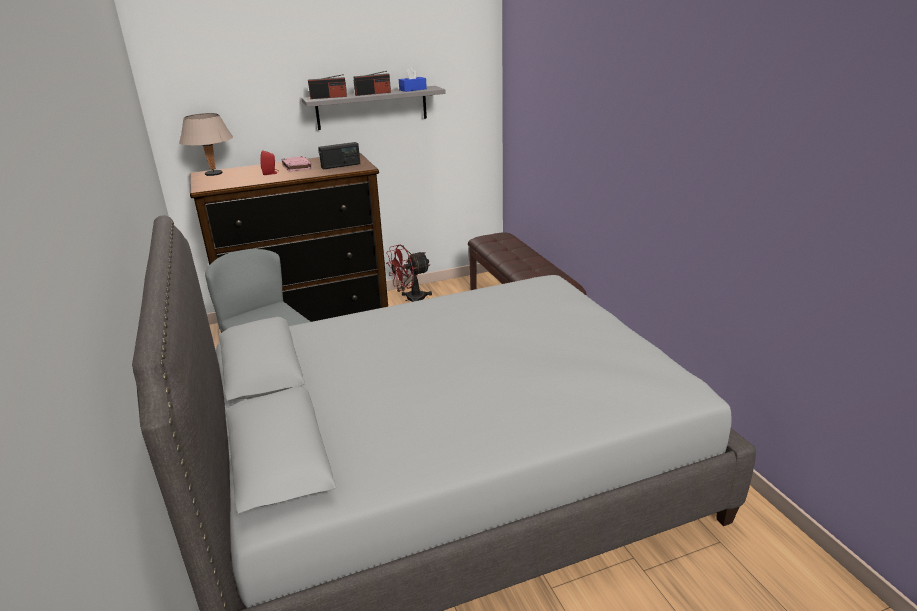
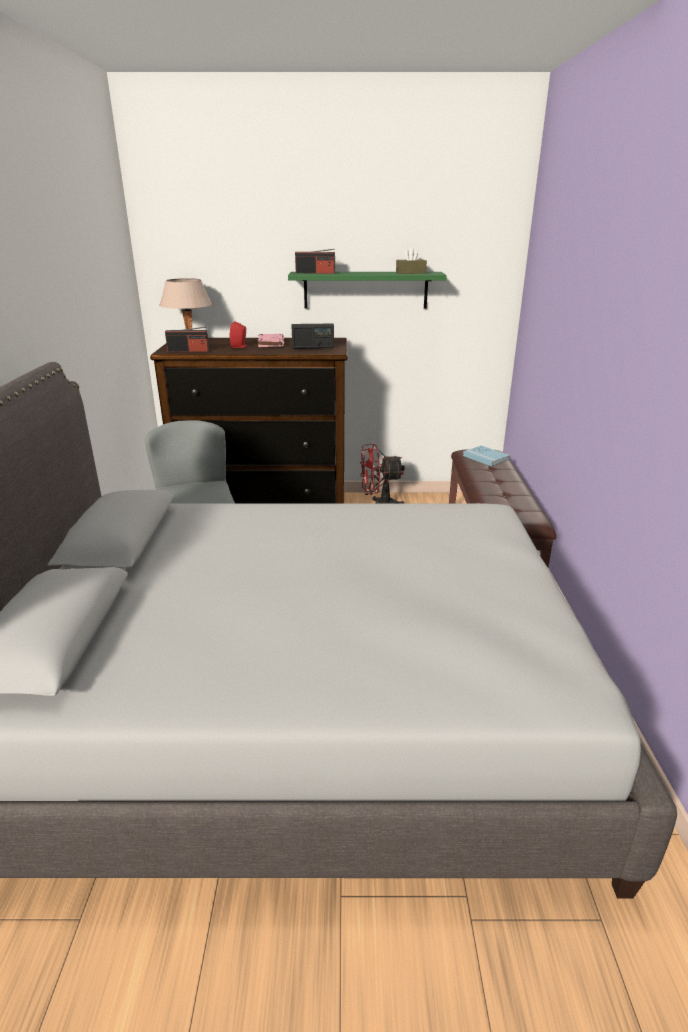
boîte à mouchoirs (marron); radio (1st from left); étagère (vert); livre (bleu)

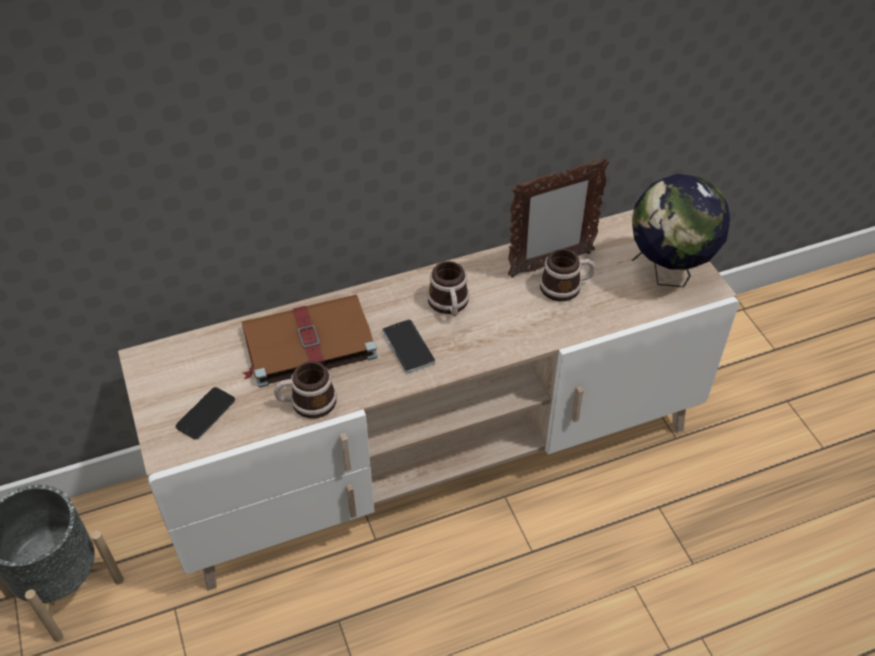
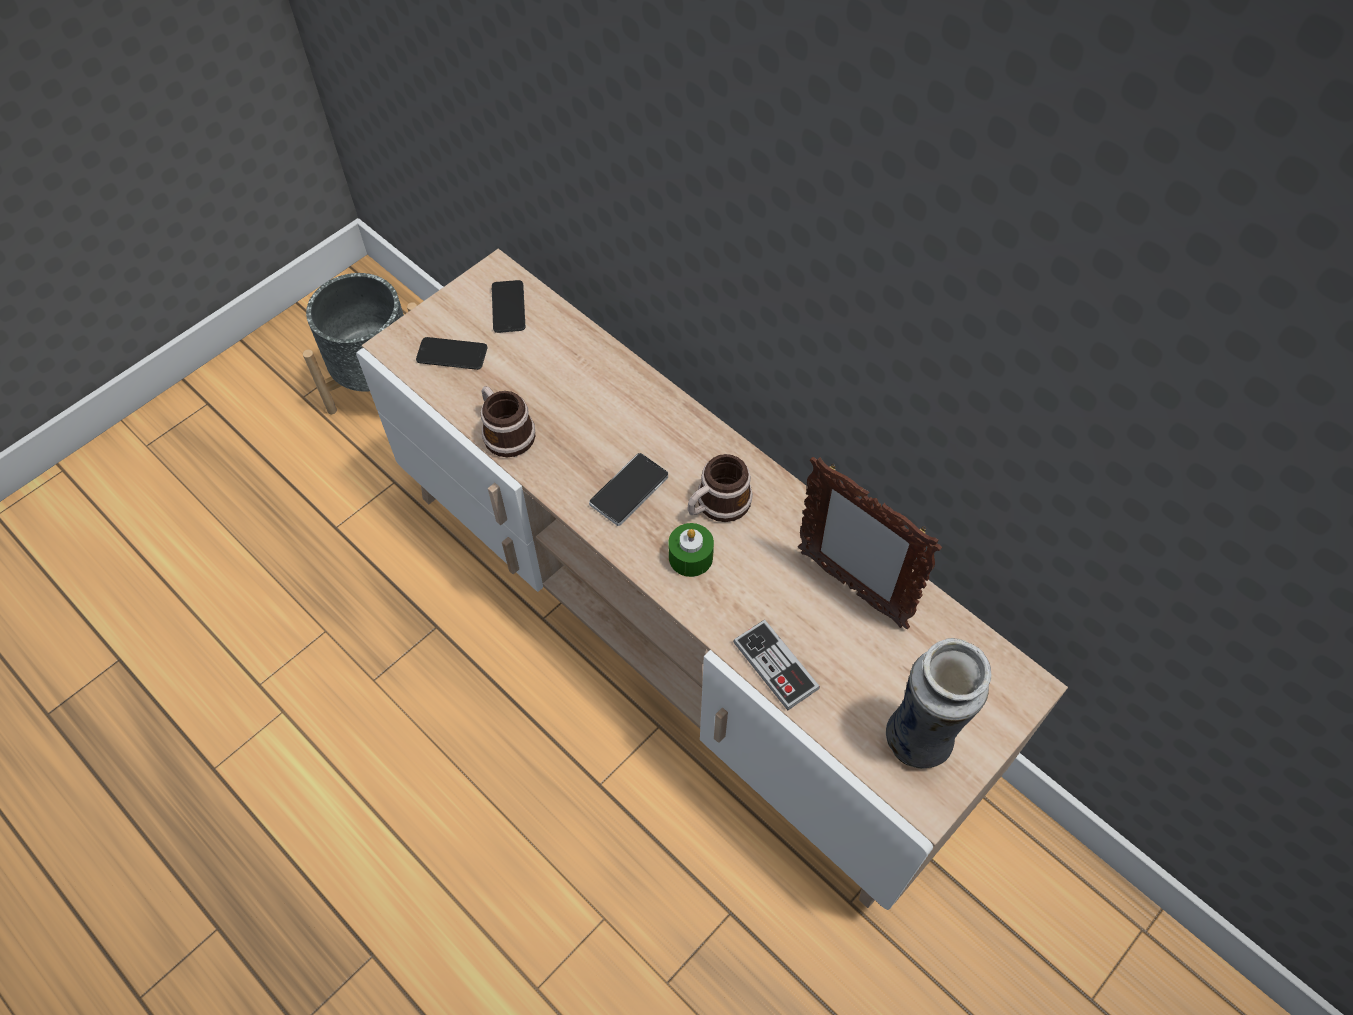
vase; mug (3rd from left in the first image); livre (marron); téléphone (2nd from left); bougie (vert); manette

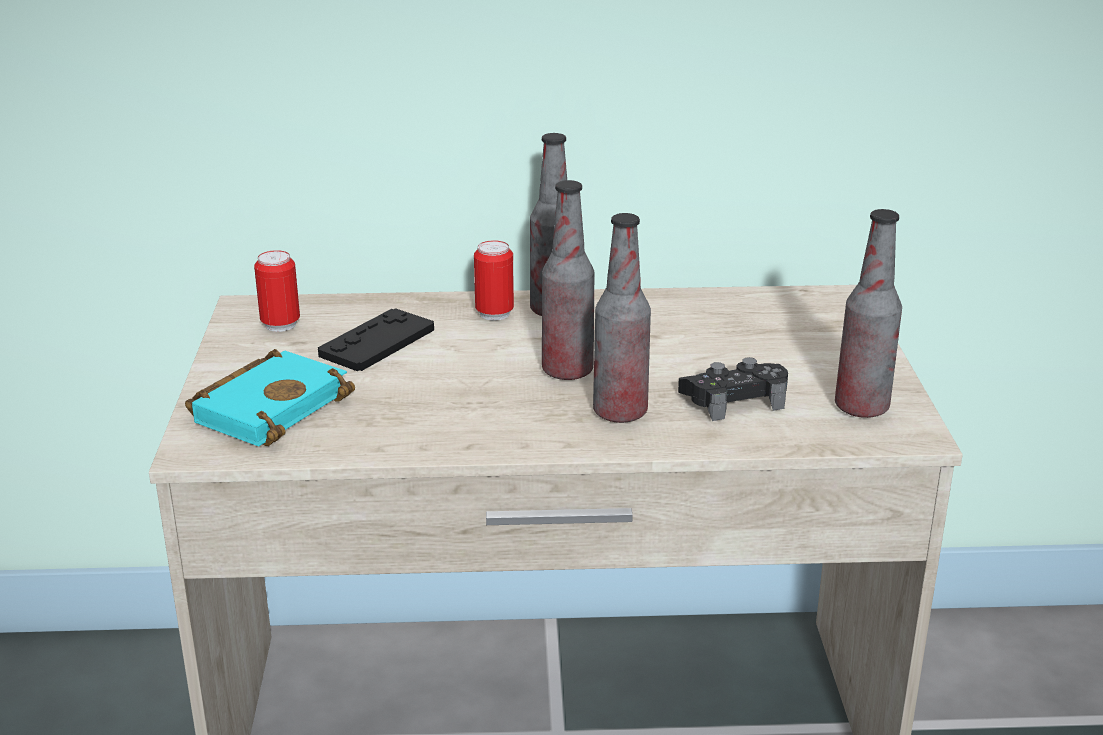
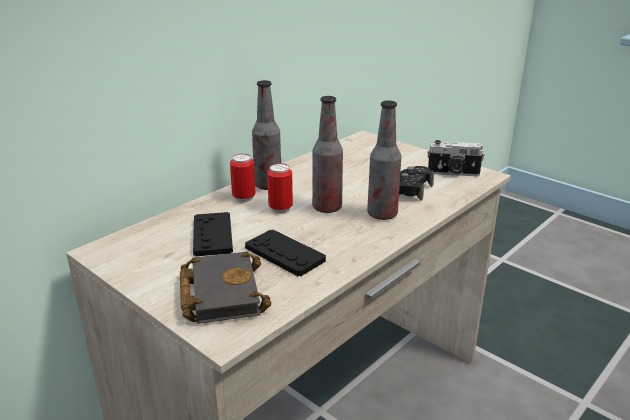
appareil photo; boîte métallique (2nd from left); livre (noir); manette (noir) (2nd from left)

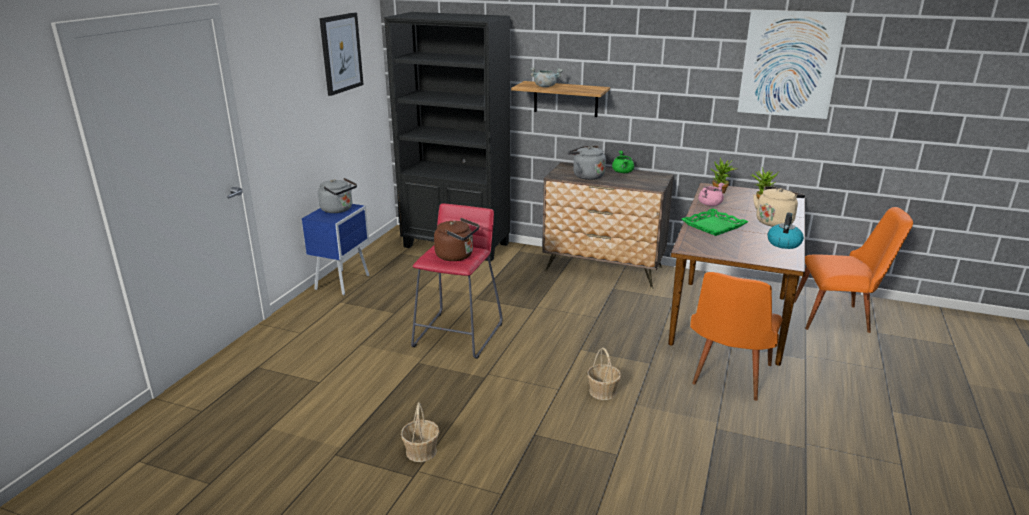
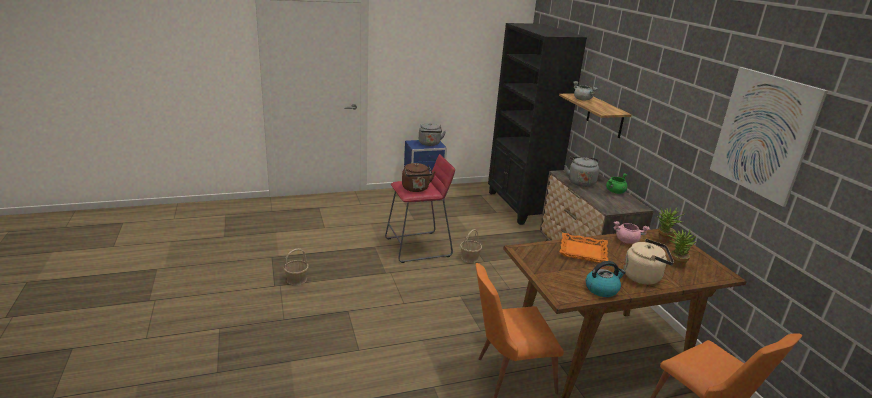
tableau (1st from left in the first image); plateau (orange); panier (2nd from left)

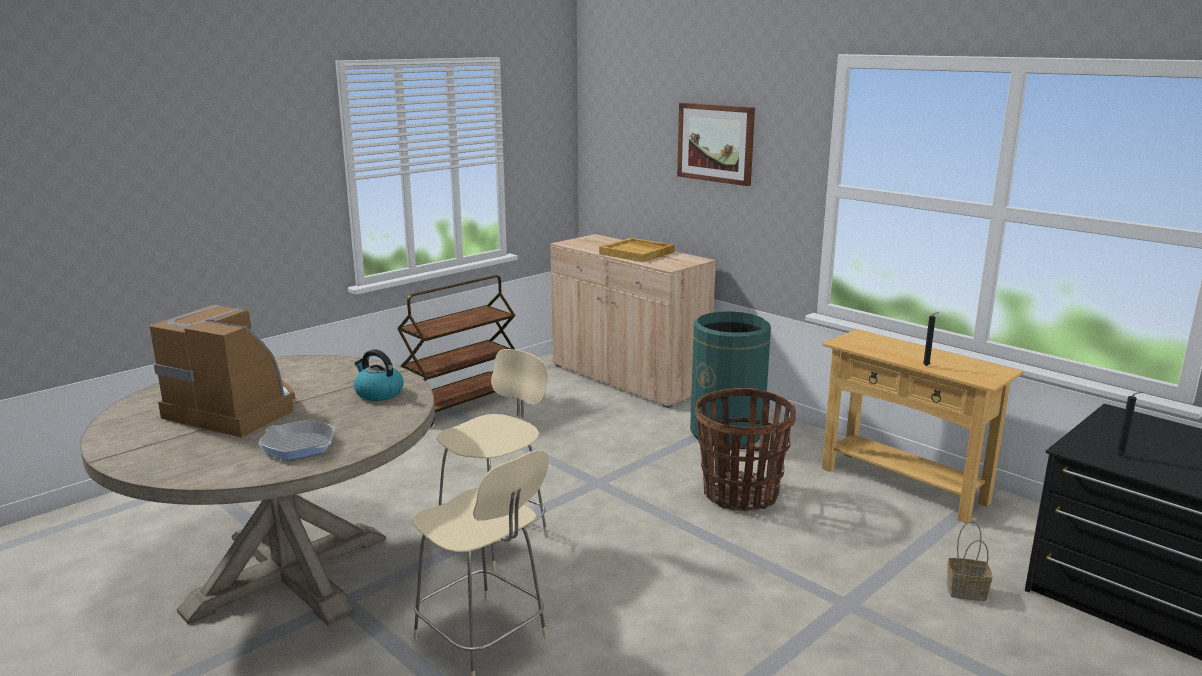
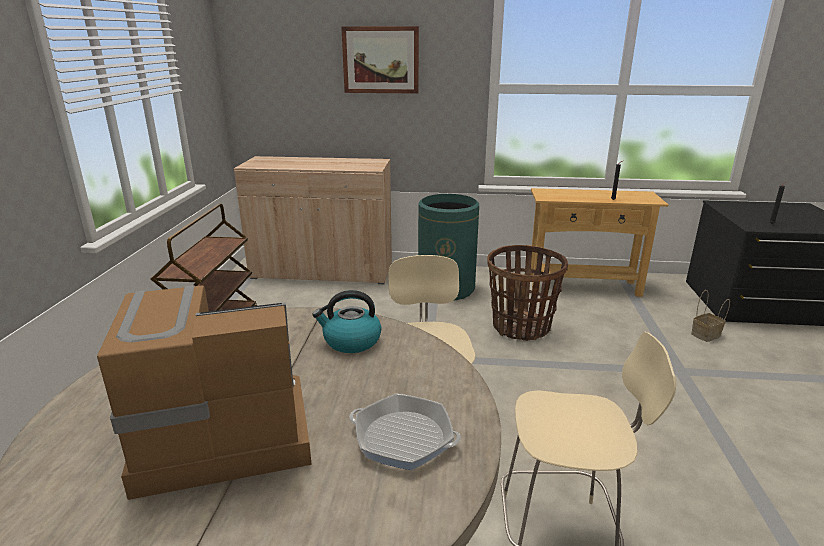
plateau (beige); poêle

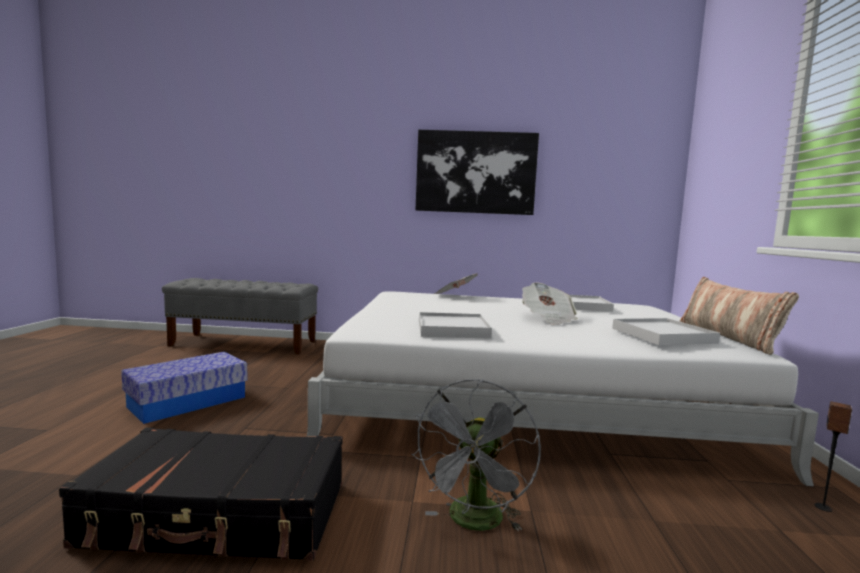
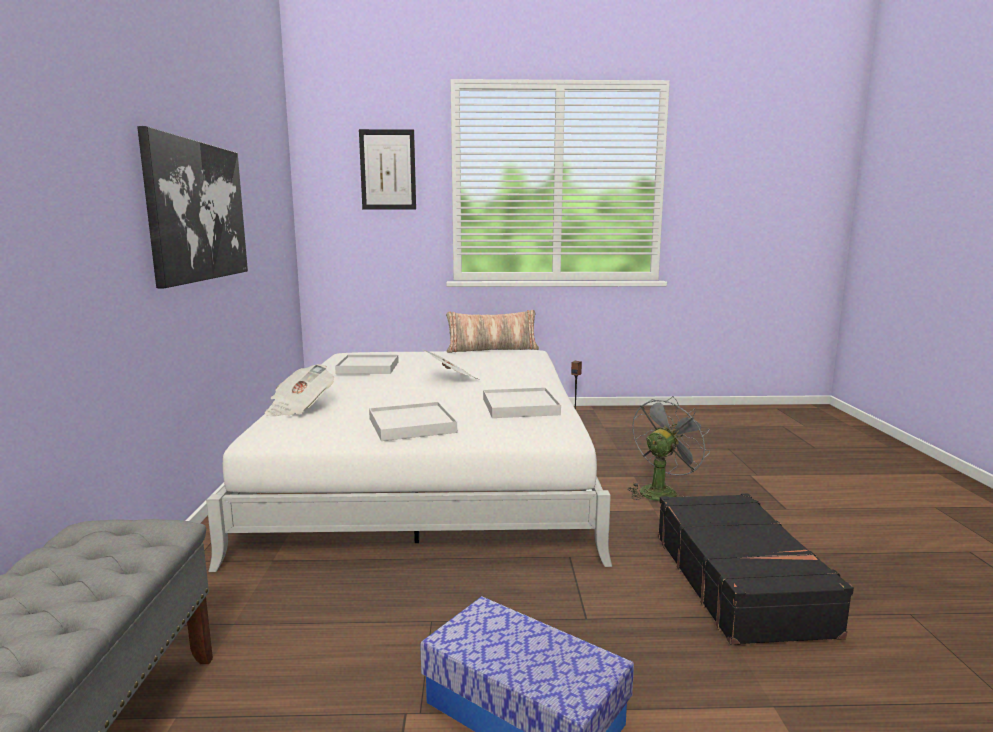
plateau (blanc) (2nd from left); ventilateur (gris); tableau (2nd from left)

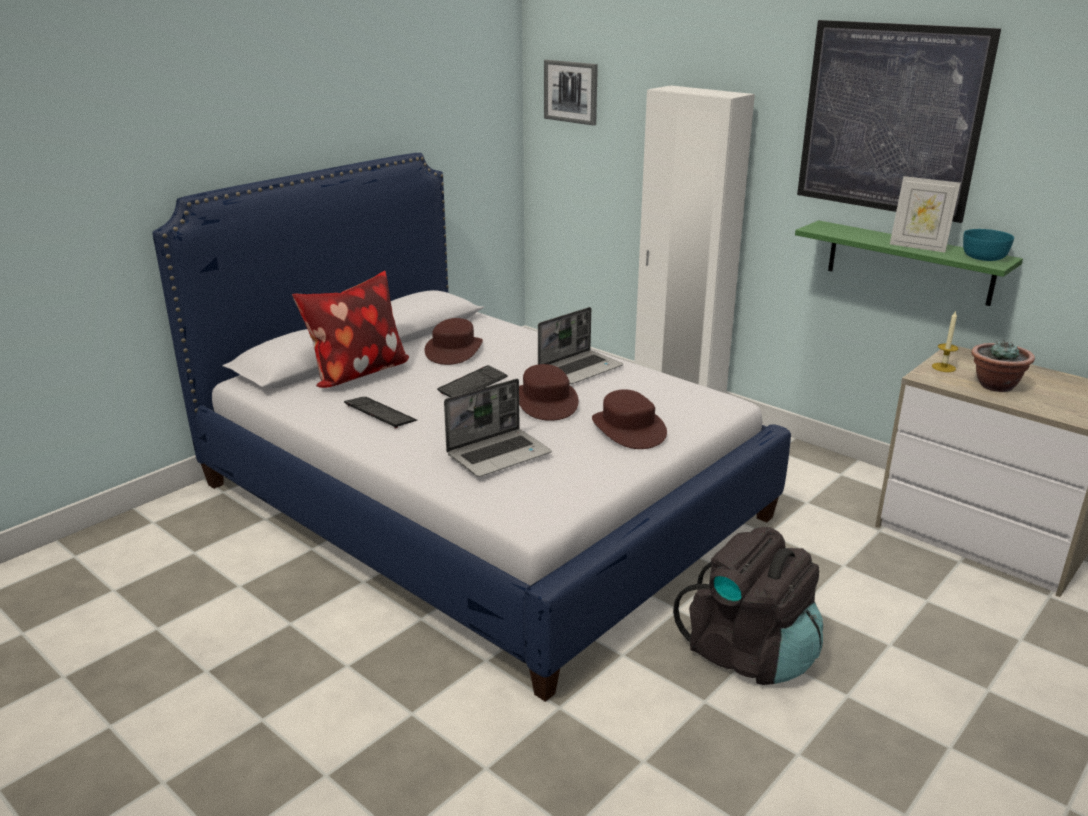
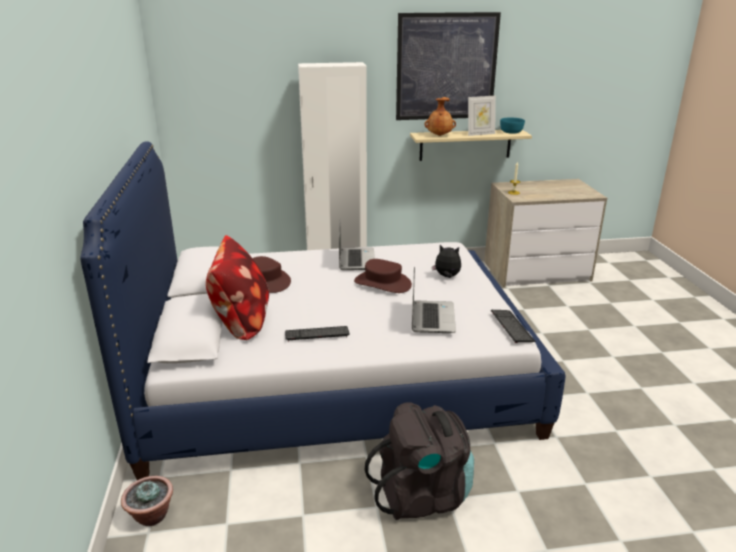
tableau (1st from left in the first image); étagère (beige); plante en pot; clavier (2nd from left); peluche; sac à dos (noir); vase (marron)

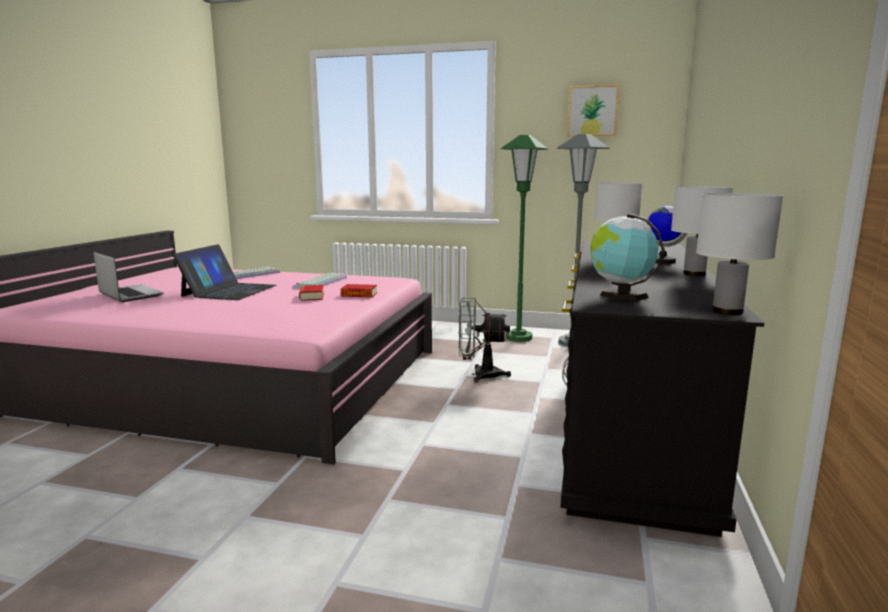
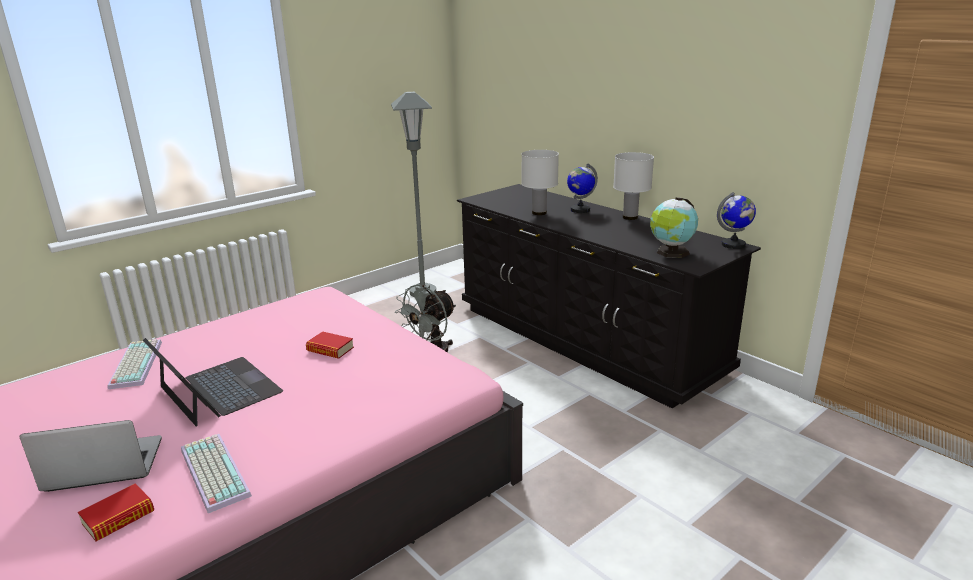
tableau; lampadaire (vert); globe (3rd from left); clavier (2nd from left); livre (1st from left)

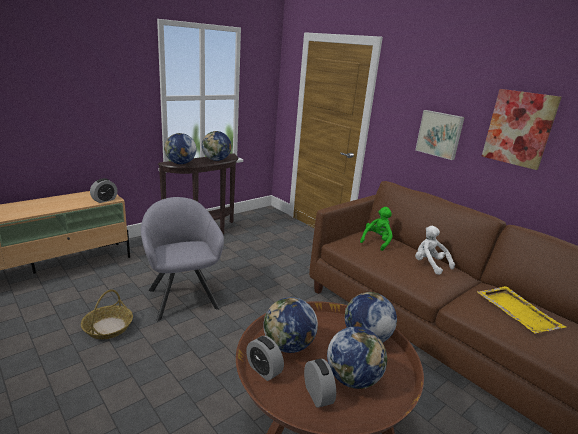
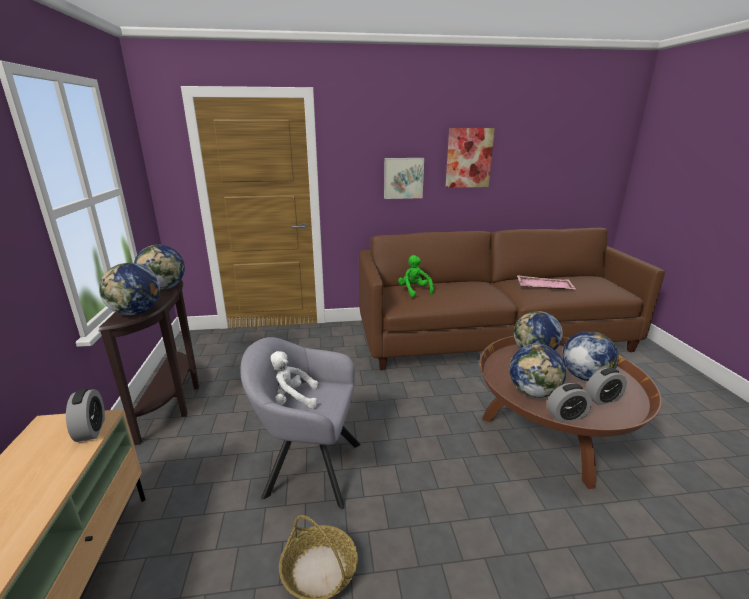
peluche (blanc); plateau (rose); réveil (3rd from left)

